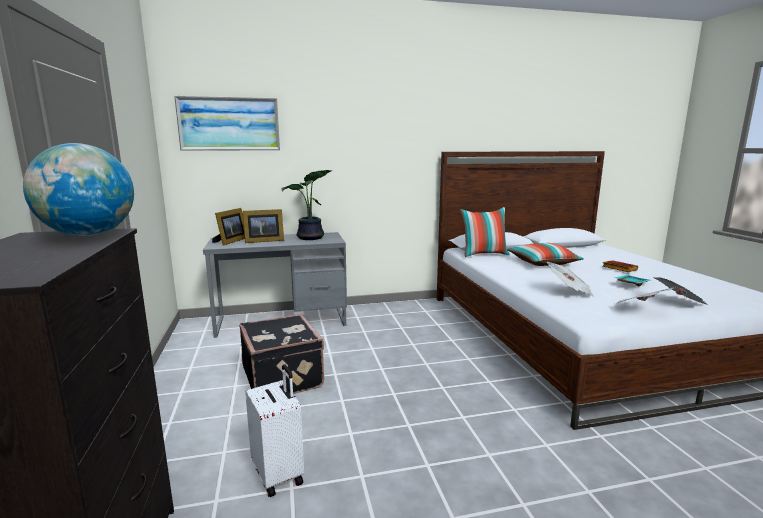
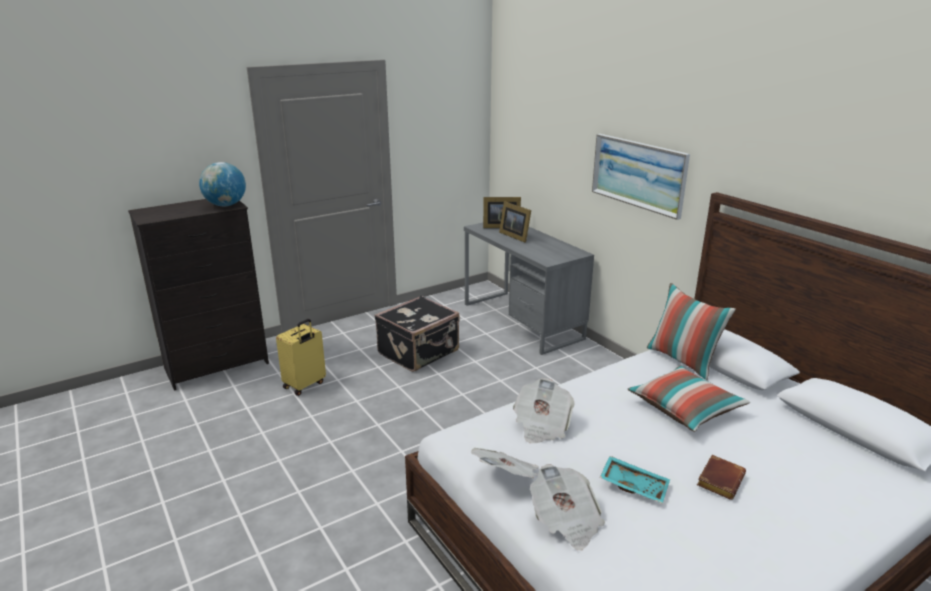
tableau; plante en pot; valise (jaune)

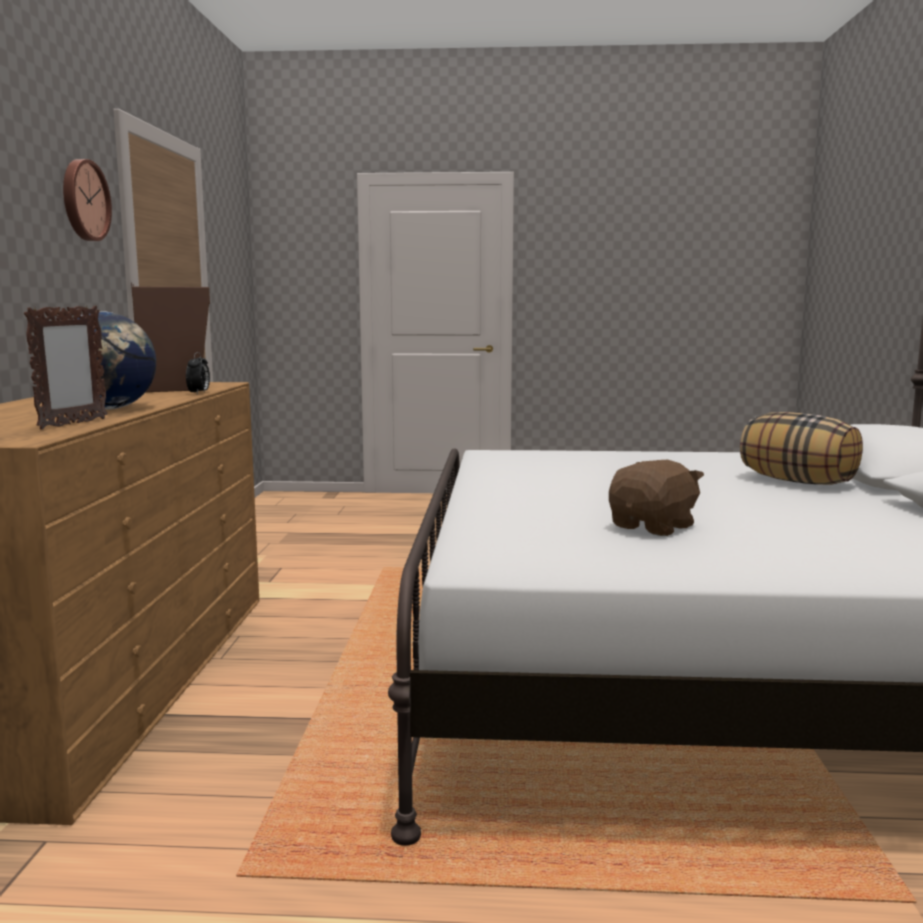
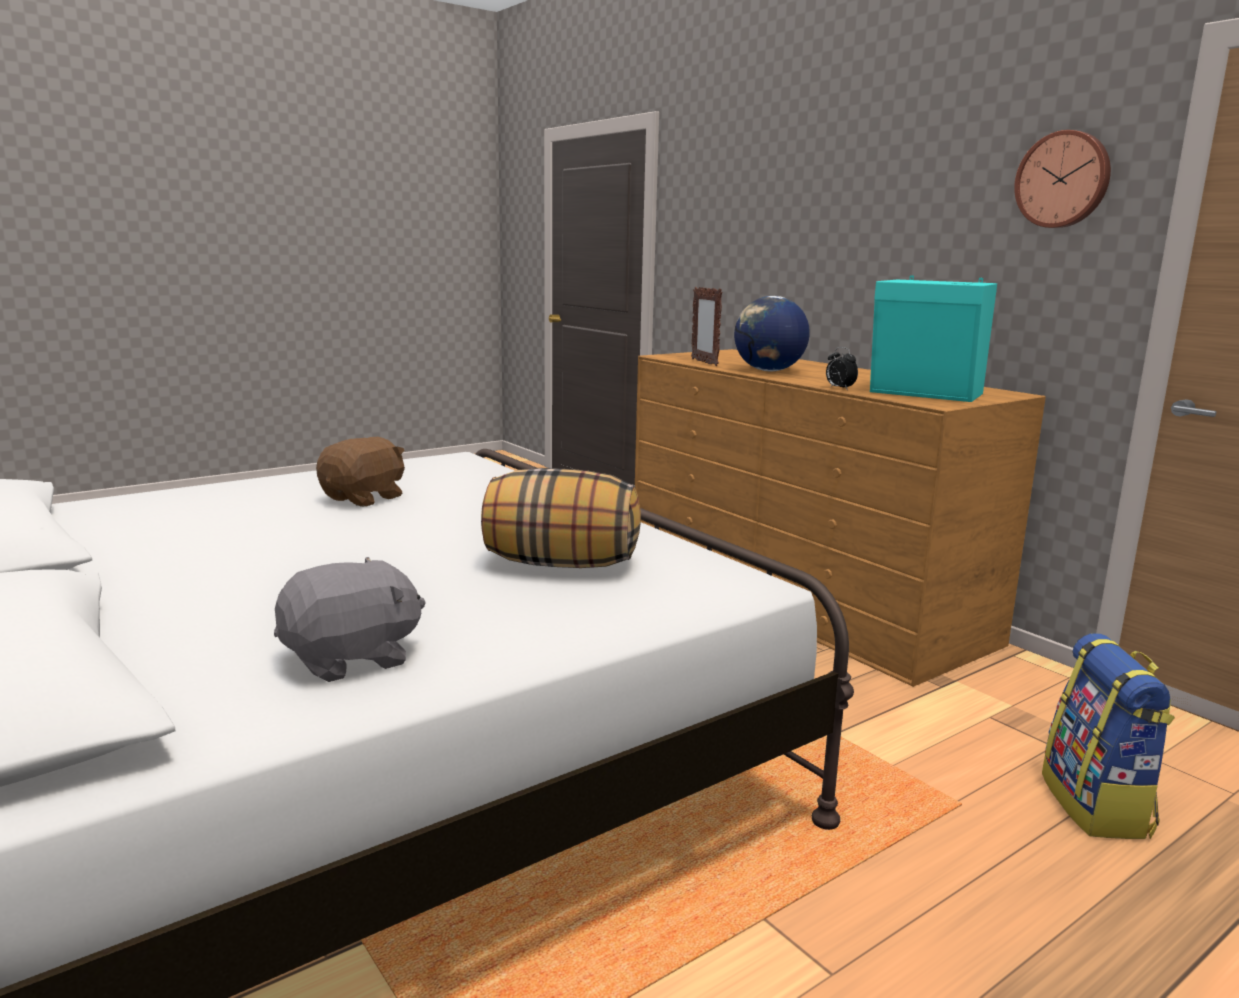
enceinte (turquoise); coussin; peluche (marron); peluche (gris); sac à dos

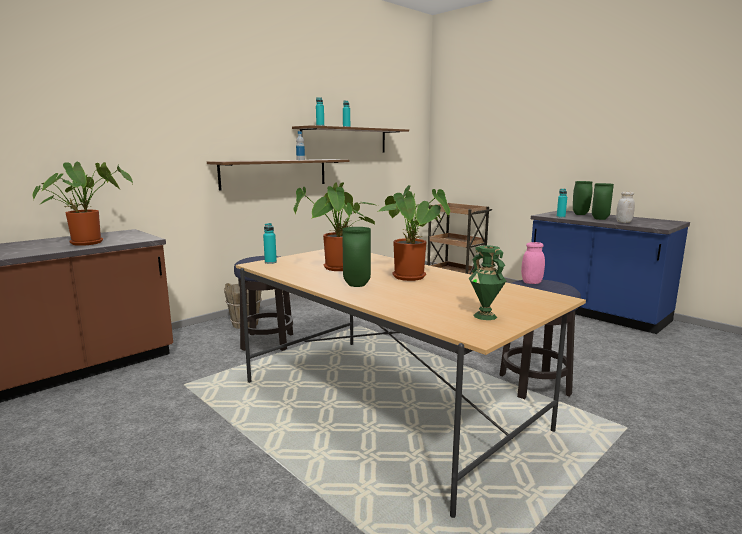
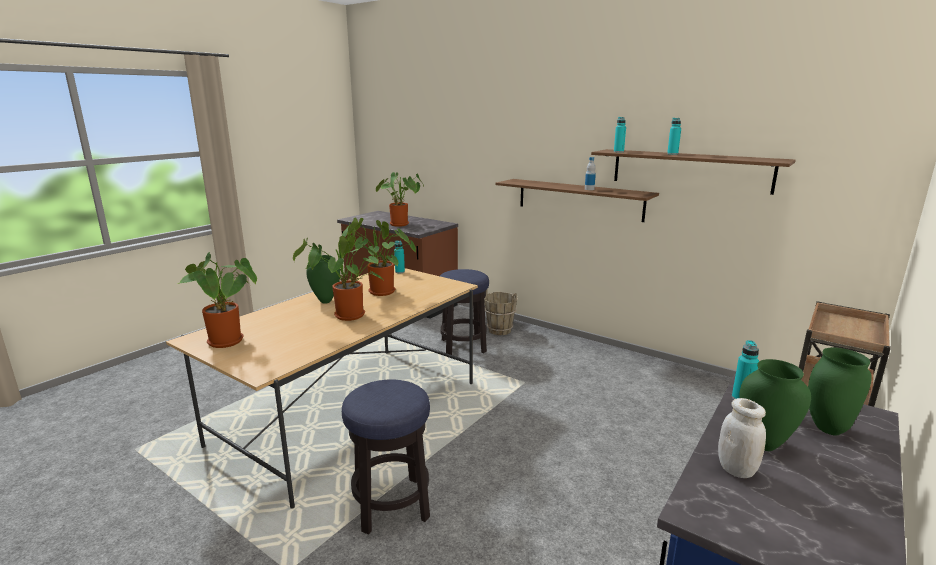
bocal (rose); plante en pot (1st from left)

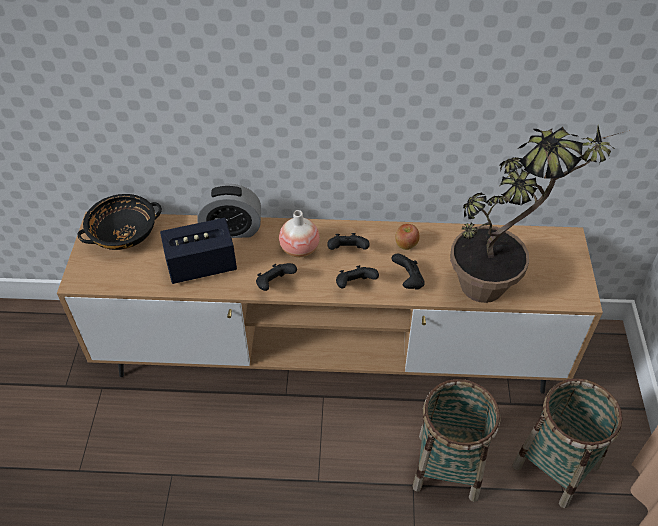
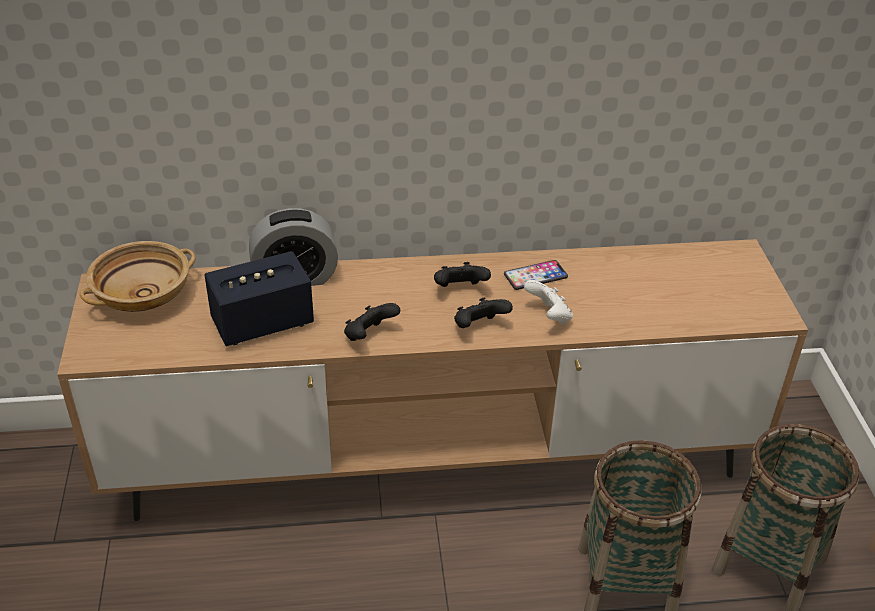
plante en pot; bol (beige); vase; téléphone; manette (blanc)

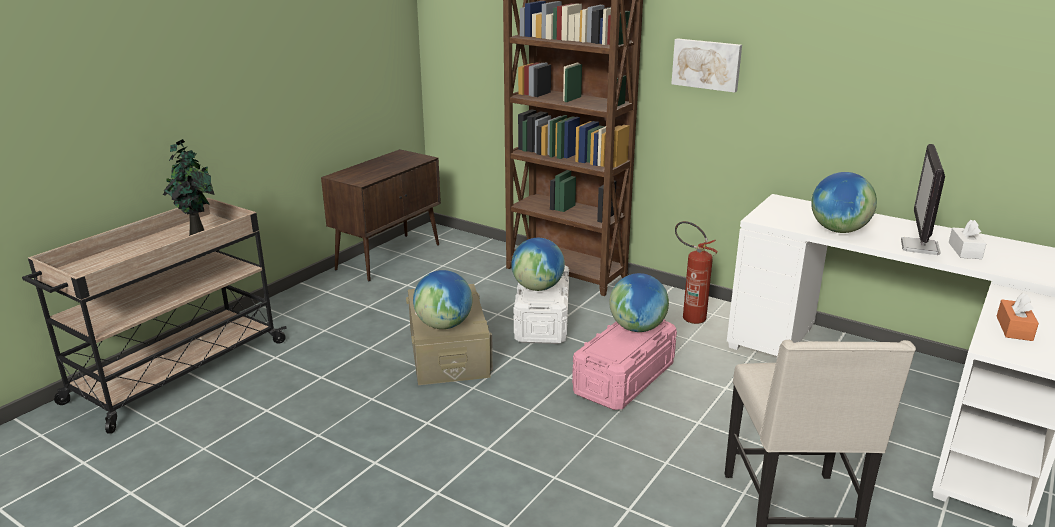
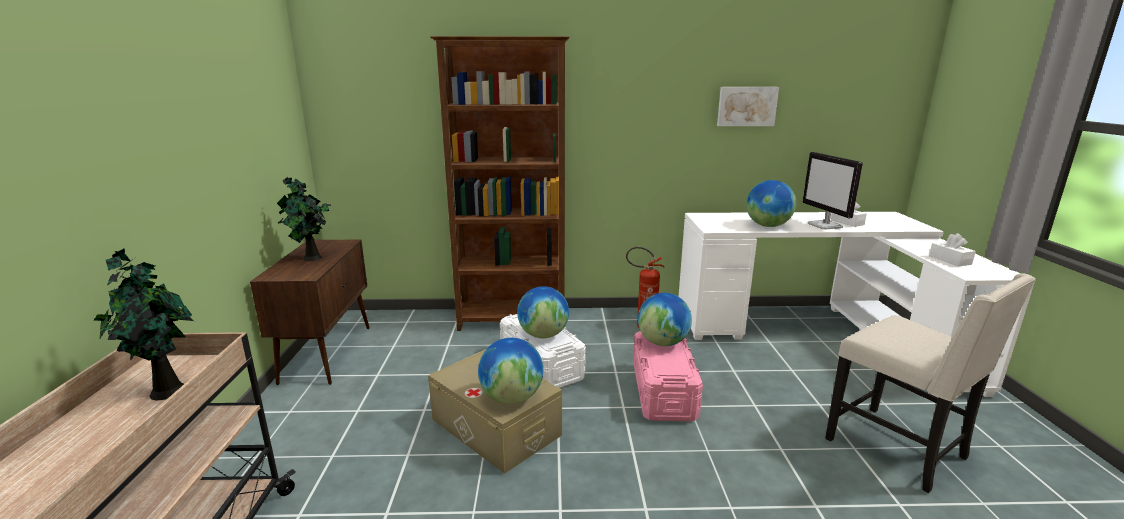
tableau; boîte à mouchoirs (blanc) (2nd from left); plante en pot (2nd from left)

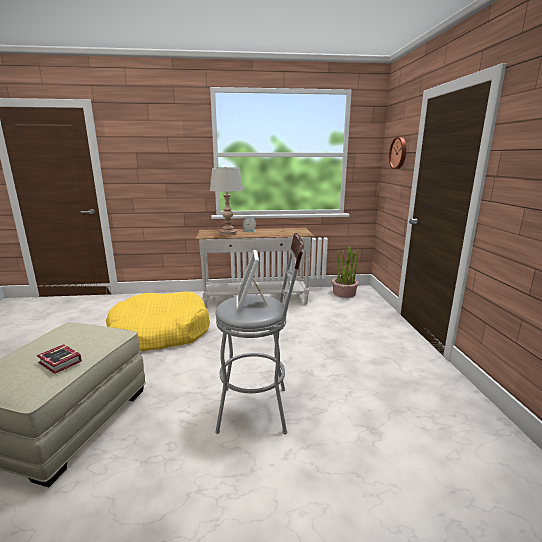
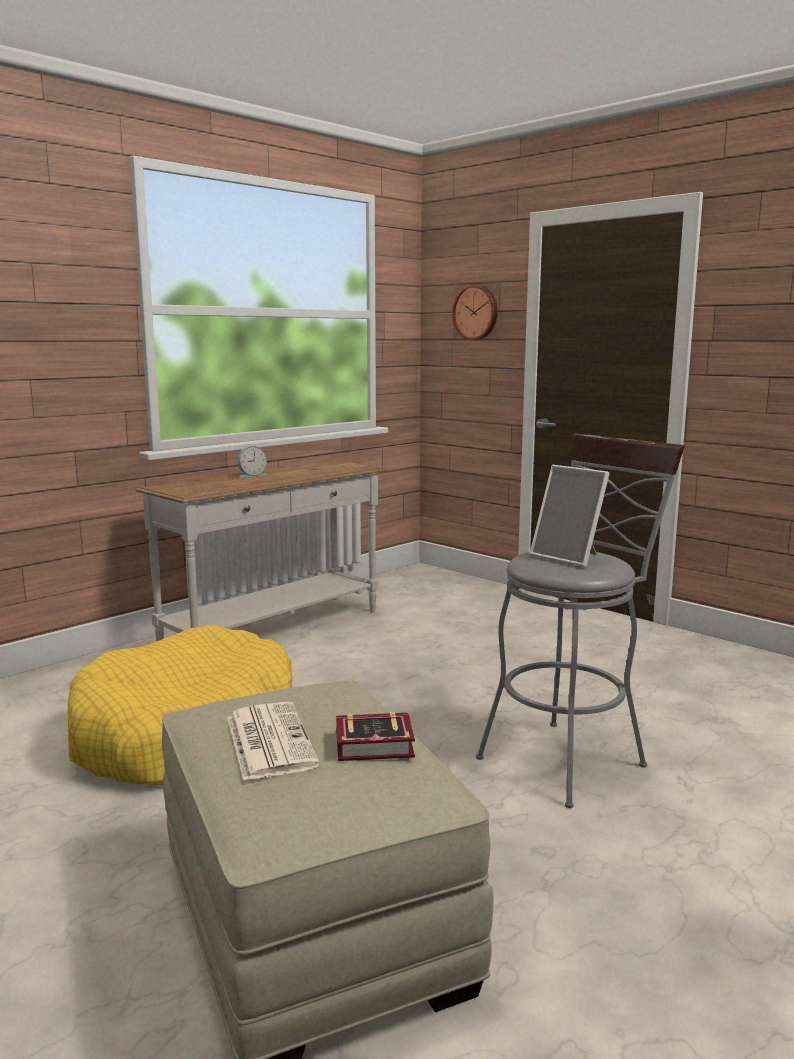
lampe de table (gris); plante en pot; journal

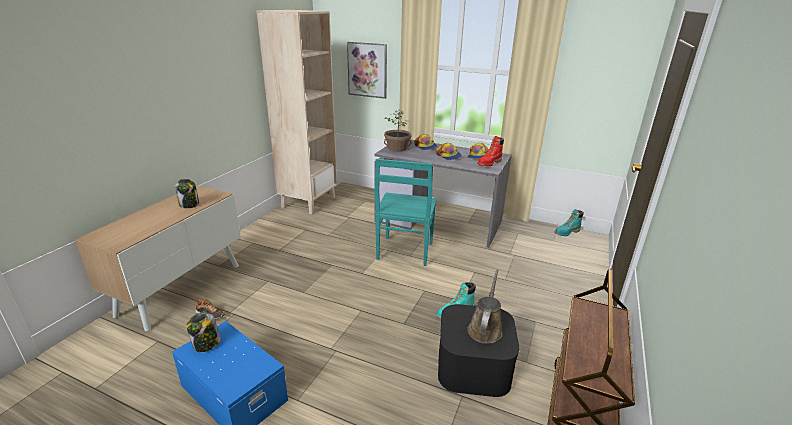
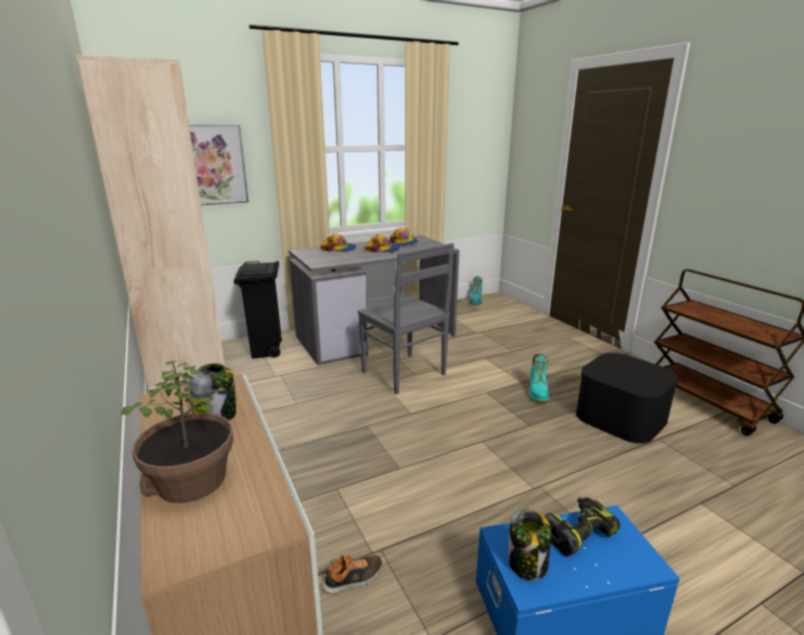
plante en pot; botte (rouge); chaise (gris); arrosoir (marron); poubelle (noir); perceuse

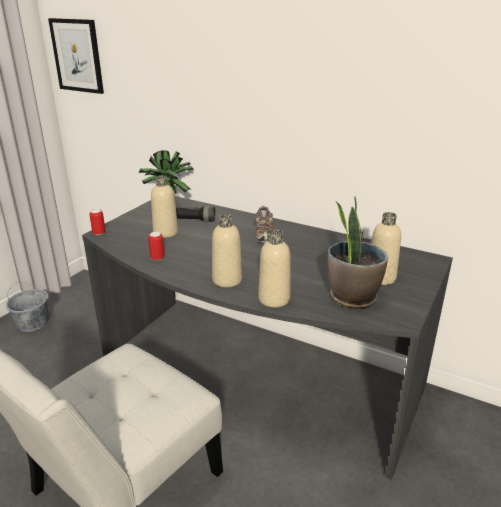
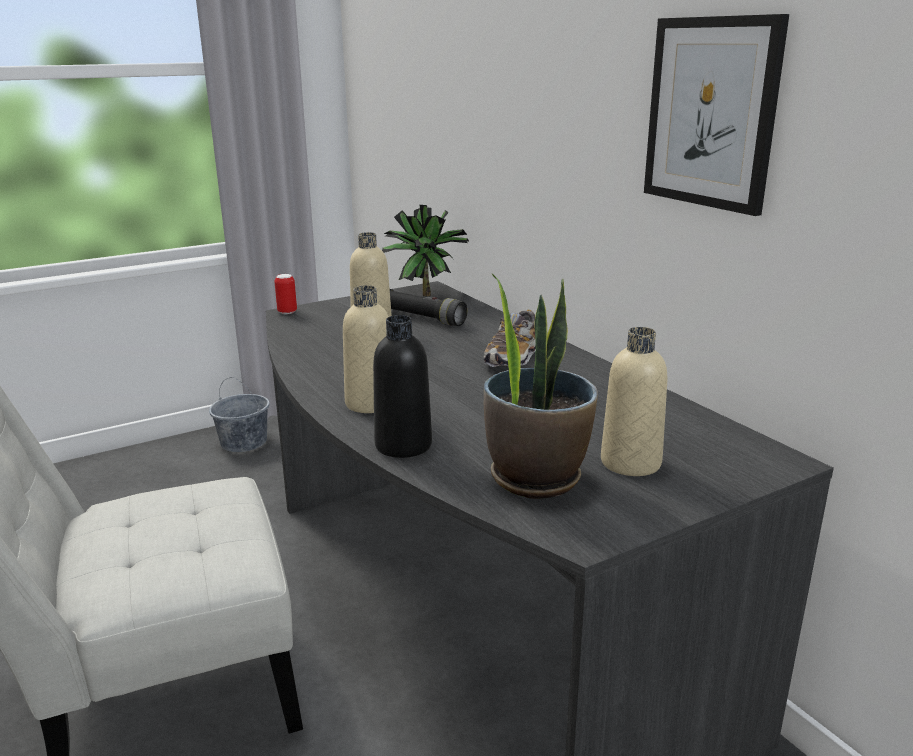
tableau; bouteille (noir); boîte métallique (2nd from left in the first image)

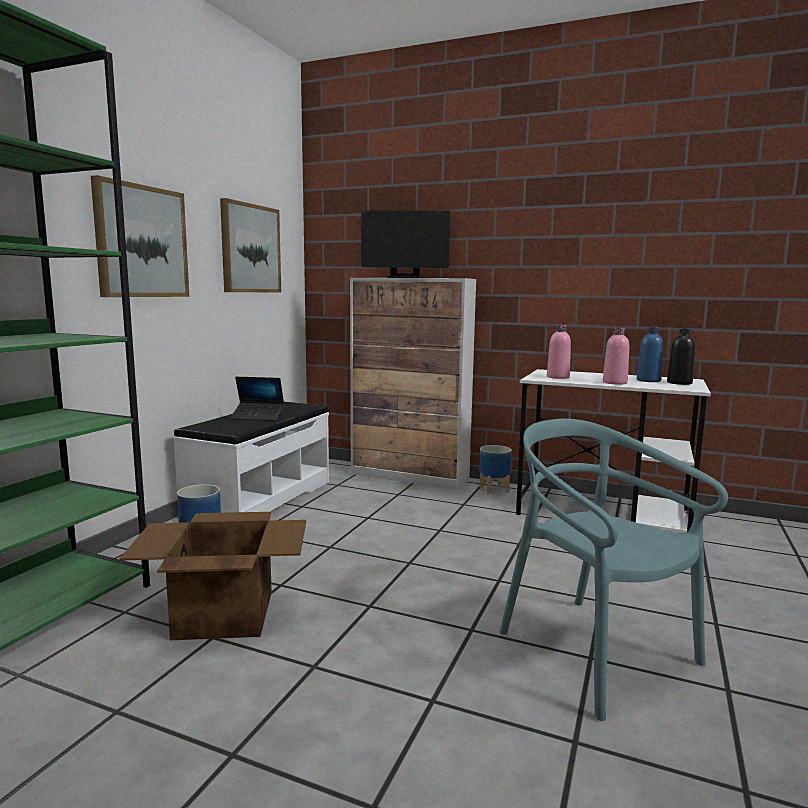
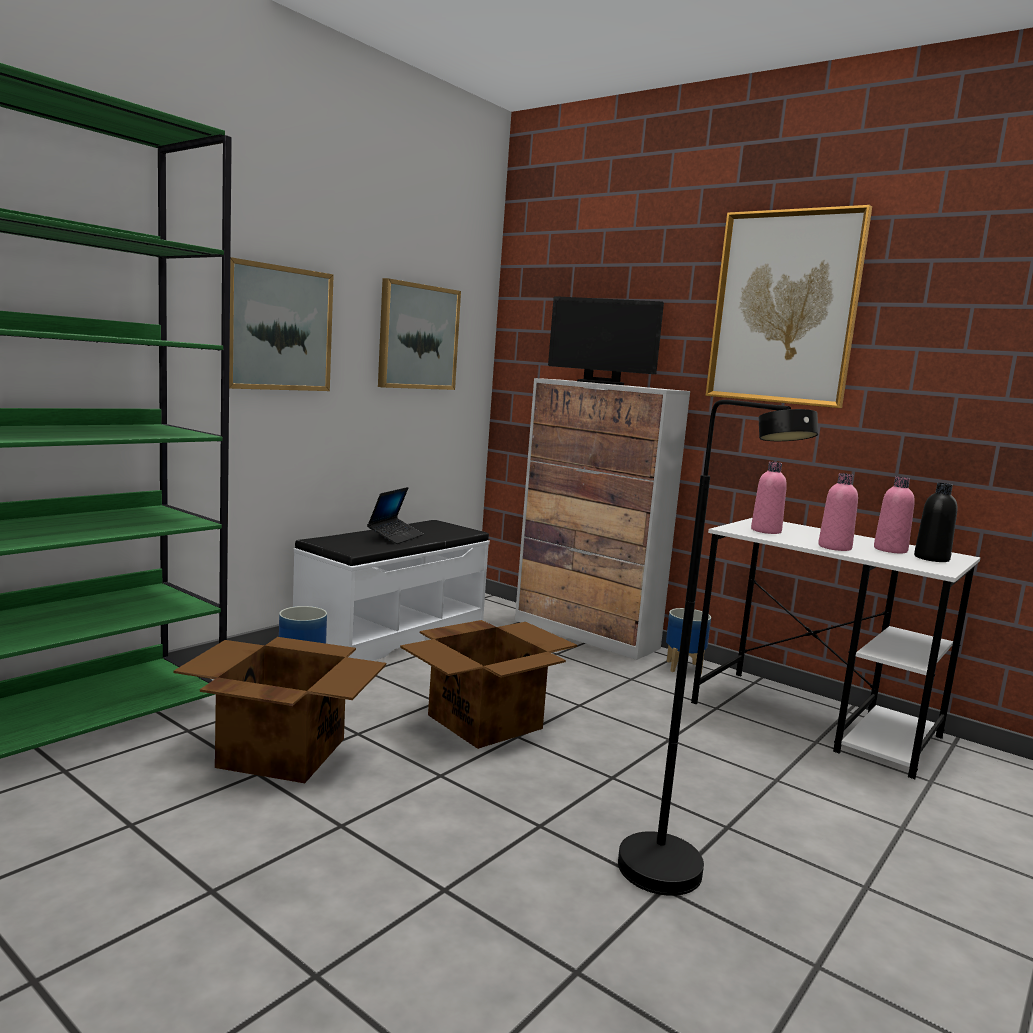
bouteille (rose) (3rd from left); ordinateur portable; lampadaire (noir); tableau (3rd from left); carton (2nd from left)

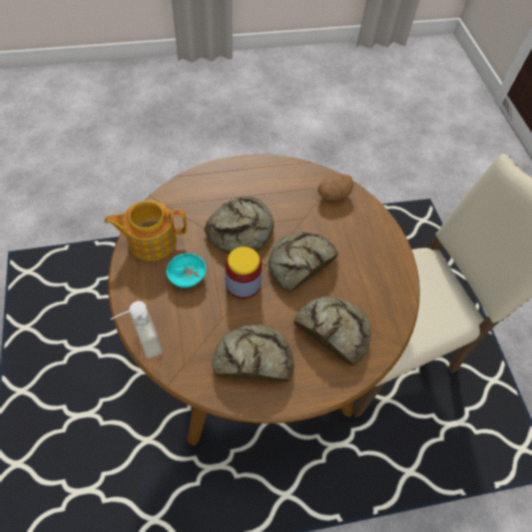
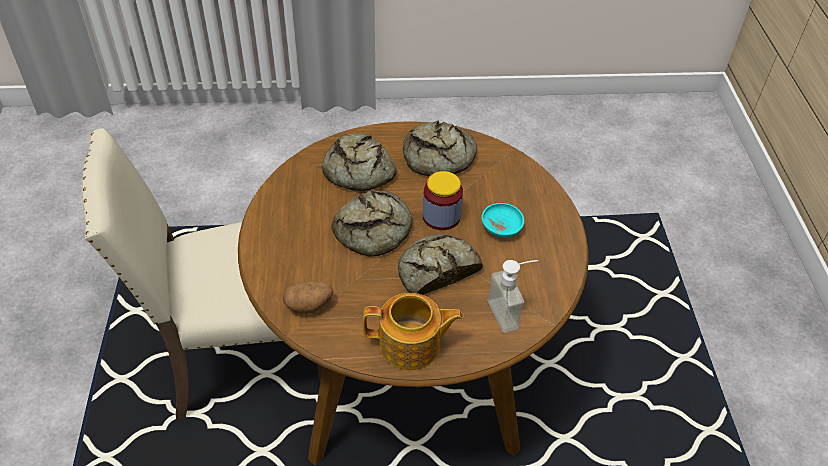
théière; distributeur de savon

